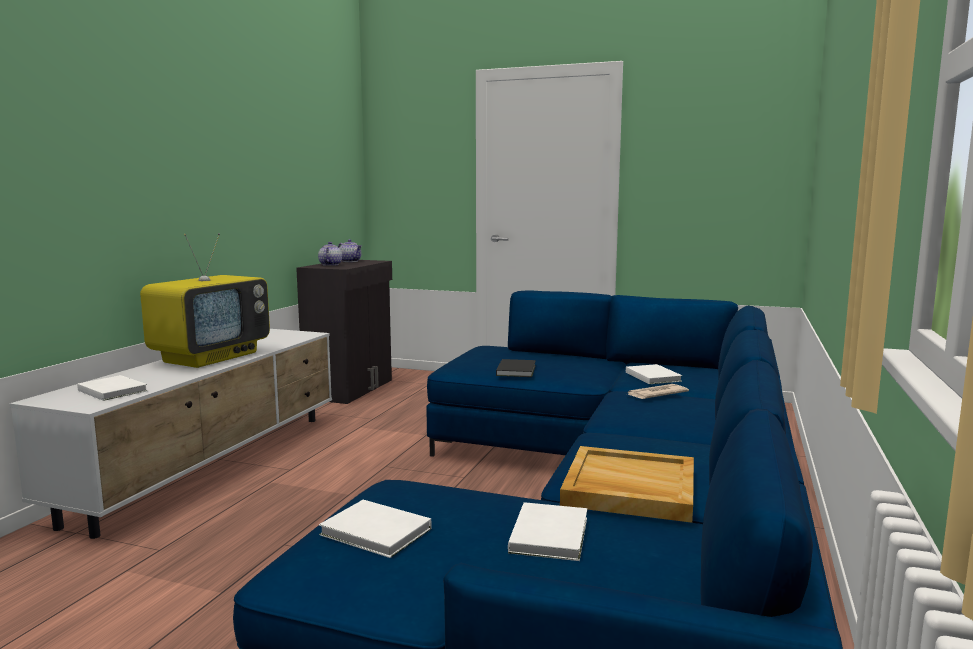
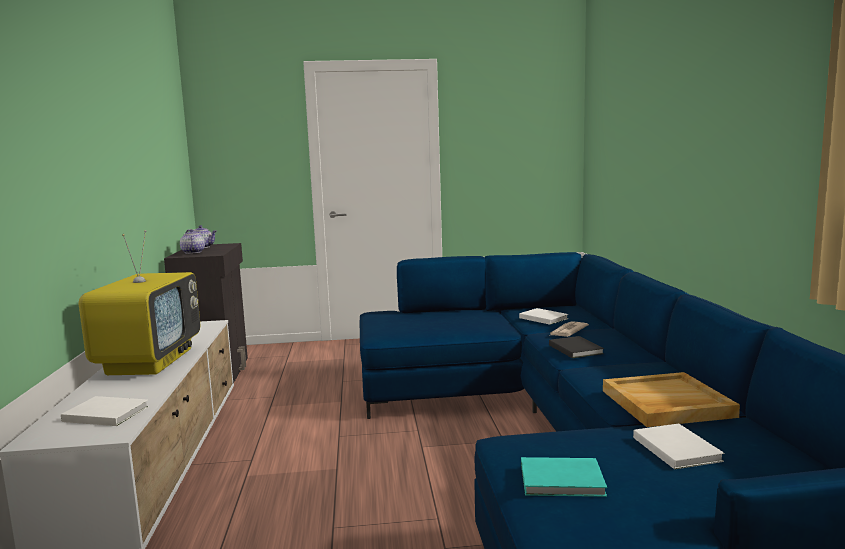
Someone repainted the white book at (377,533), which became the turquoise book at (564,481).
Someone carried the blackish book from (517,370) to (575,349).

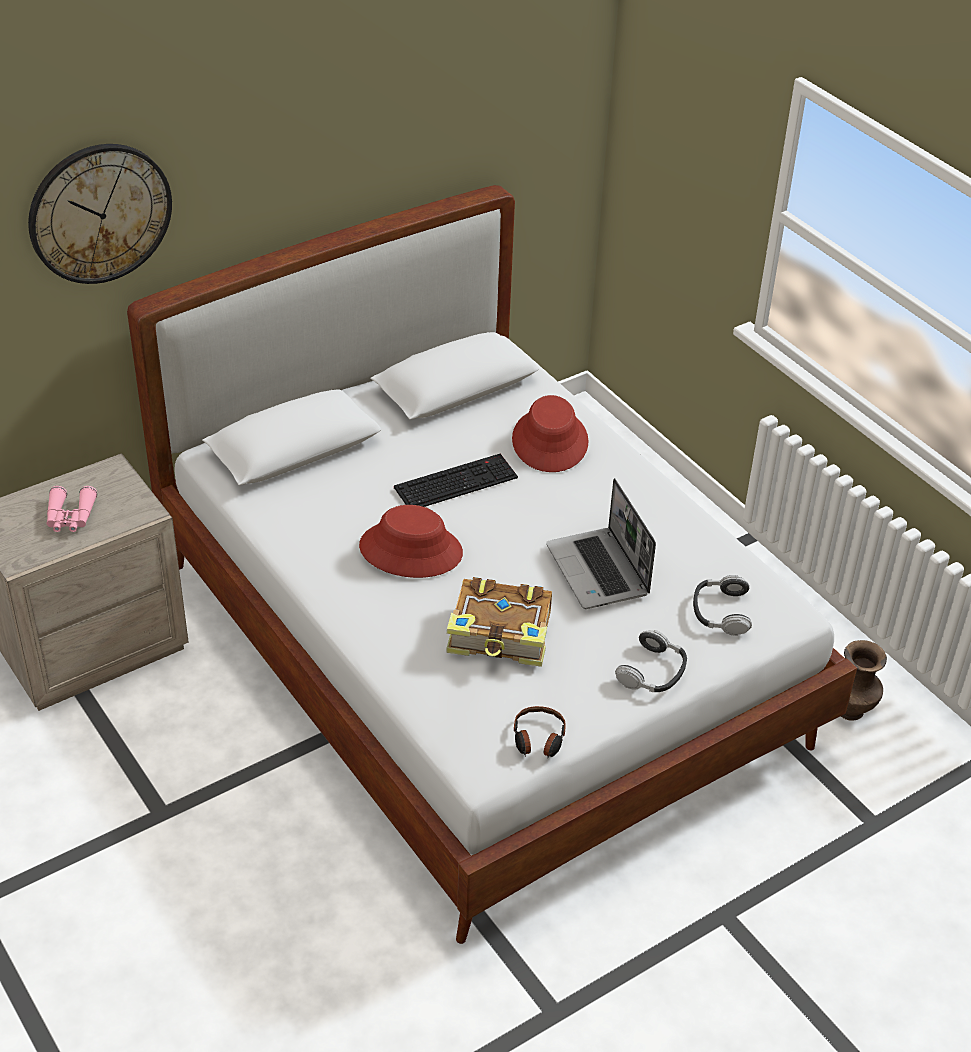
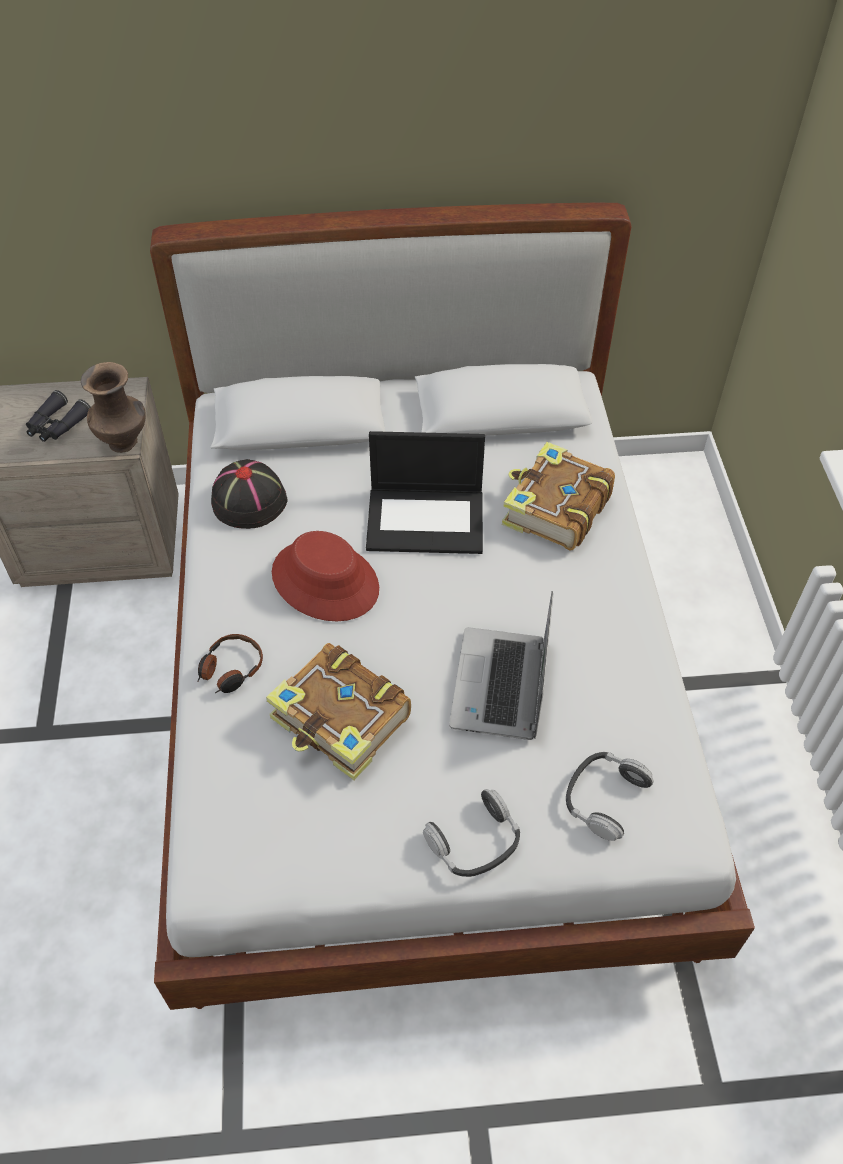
Someone took away the wall clock at (100,213).
Someone repainted the pink-coloured pair of binoculars at (70,517), which became the blackish pair of binoculars at (57,425).
Someone swapped the computer keyboard at (456,481) for the notebook computer at (427,519).
Someone swapped the red hat at (550,441) for the book at (555,509).
Someone carried the headphones from (538,739) to (230,669).
Someone carried the brown vase from (850,710) to (125,442).
Someone put down the blackish hat at (248,500).

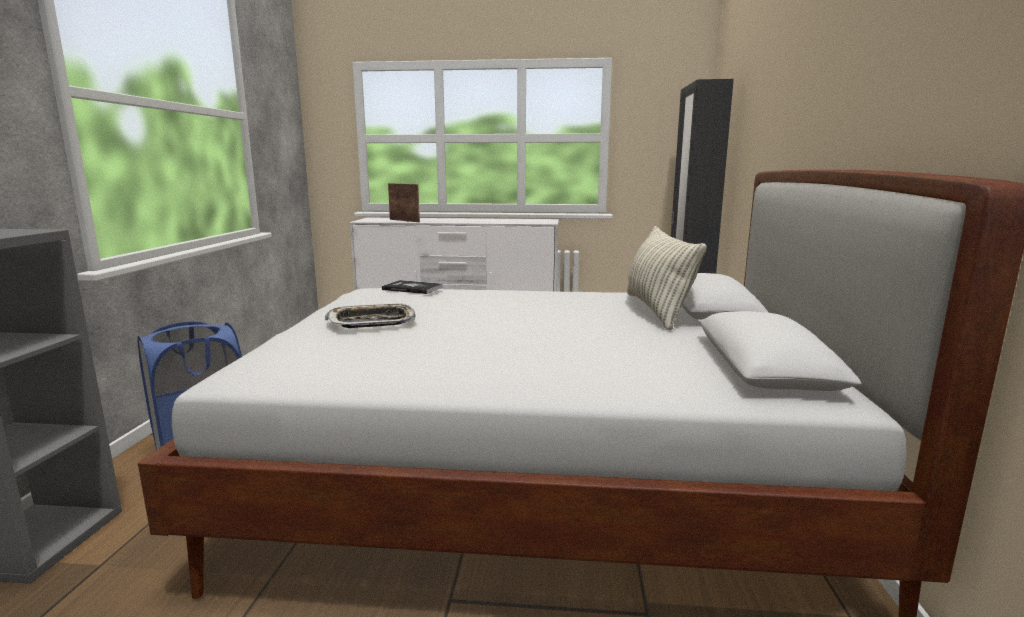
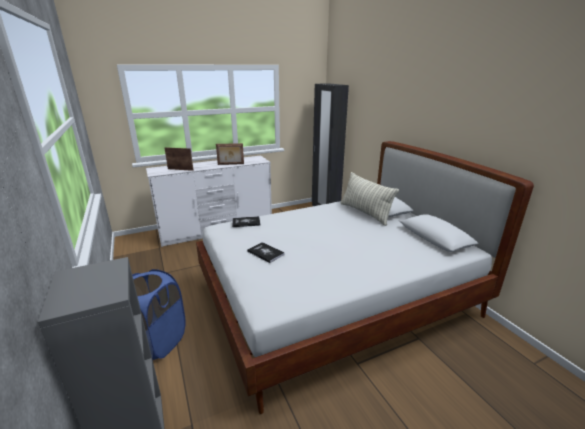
Someone swapped the serving tray at (372,322) for the book at (265,253).
Someone put down the picture frame at (230,164).

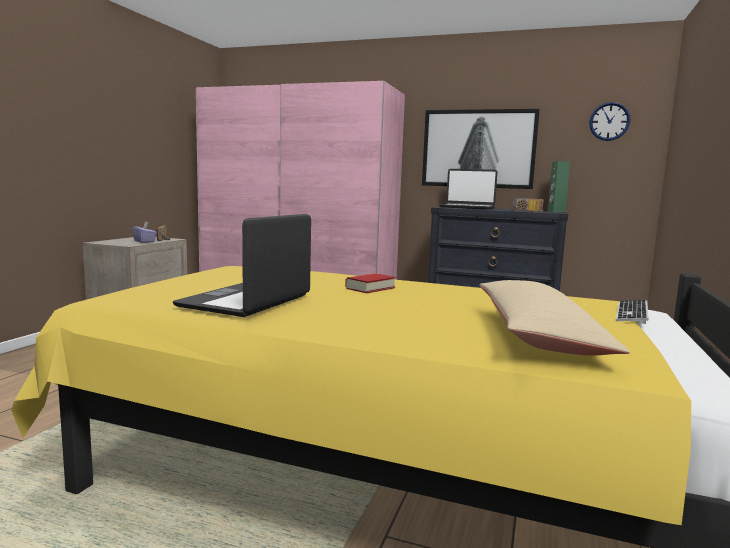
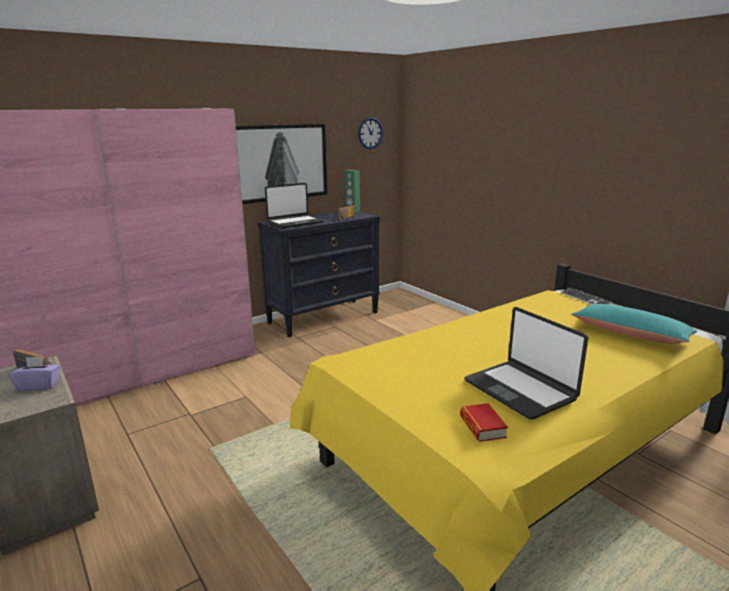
Someone carried the book from (370,288) to (482,427).
Someone repainted the beige-coloured pillow at (538,335), which became the turquoise pillow at (630,334).

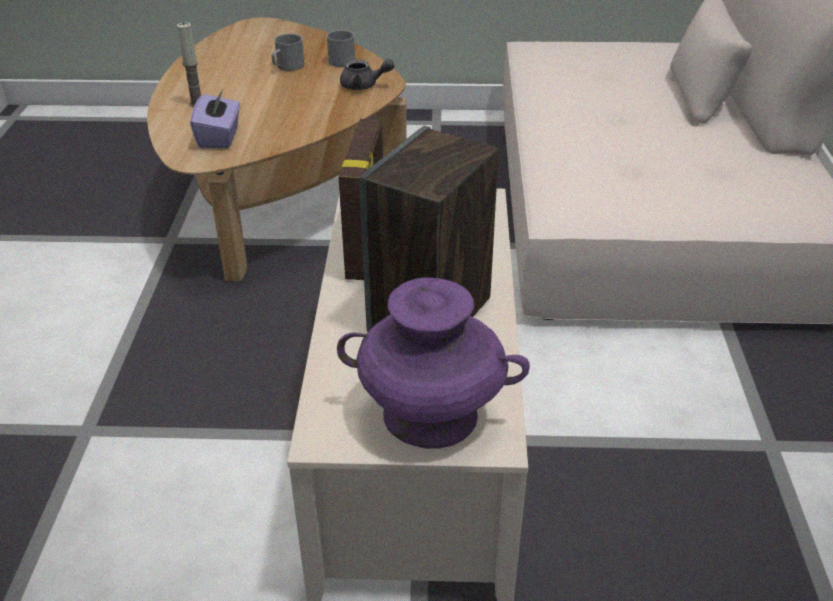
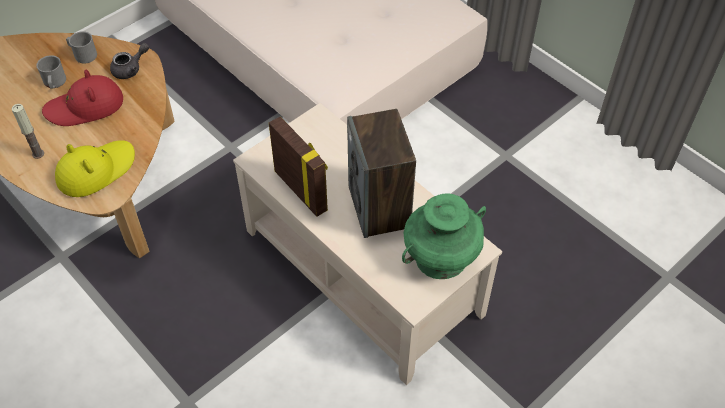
Someone swapped the purple box of tissues at (219,137) for the yellowish hat at (96,170).
Someone repainted the purple vase at (431,415), which became the green-coloured vase at (441,257).
Someone put down the red hat at (85,107).

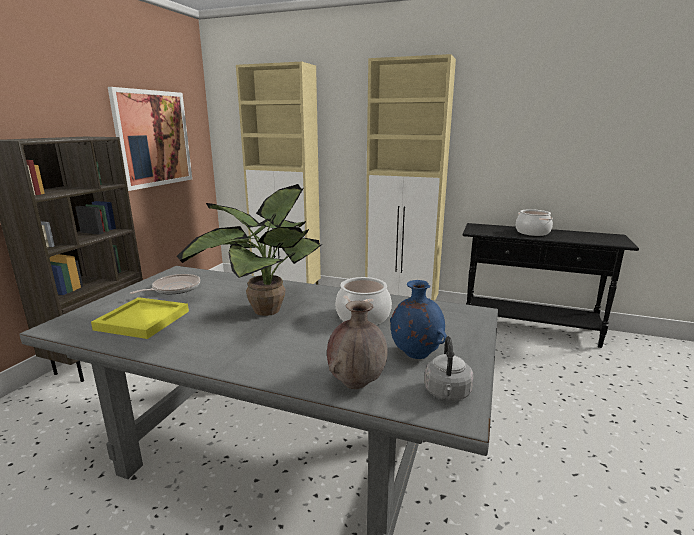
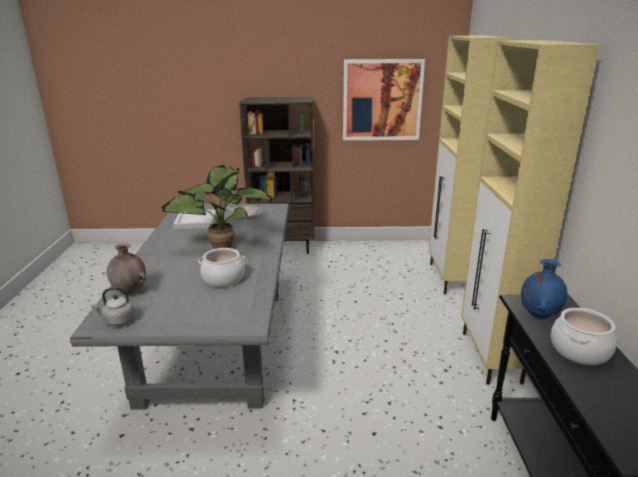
Someone repainted the yellowish serving tray at (144,320), which became the white serving tray at (196,221).
Someone carried the blue-coloured vase from (415,354) to (538,314).

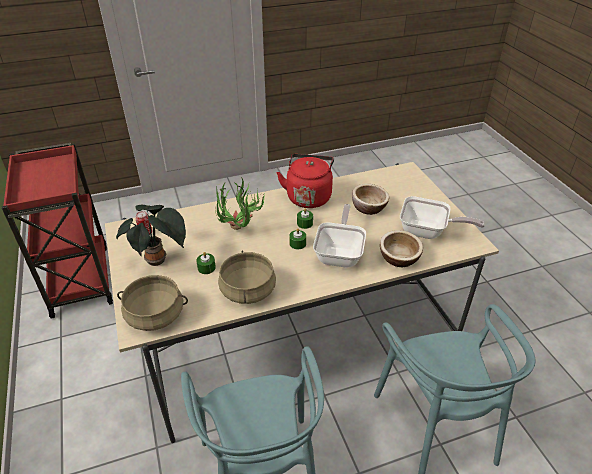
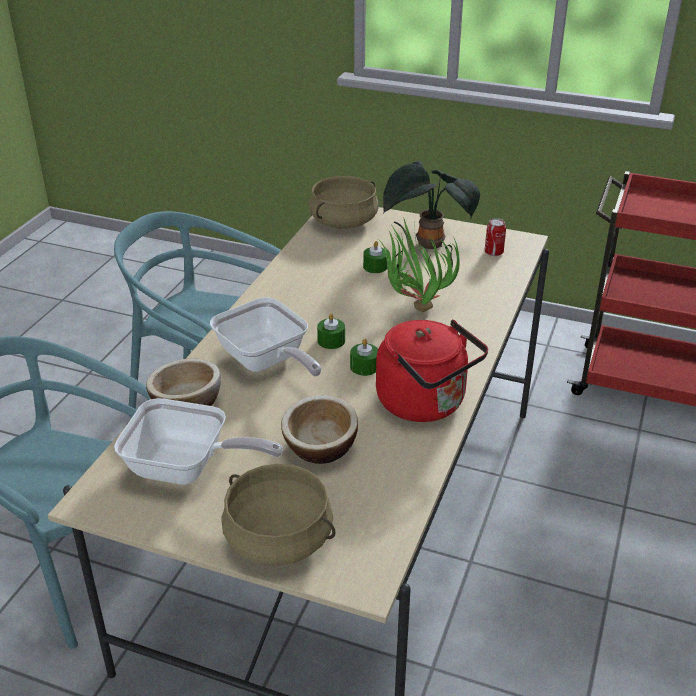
Someone carried the beige-coloured stockpot from (247,290) to (279,538).
Someone rotated the skillet at (427,232) by 135 degrees counterclockwise.

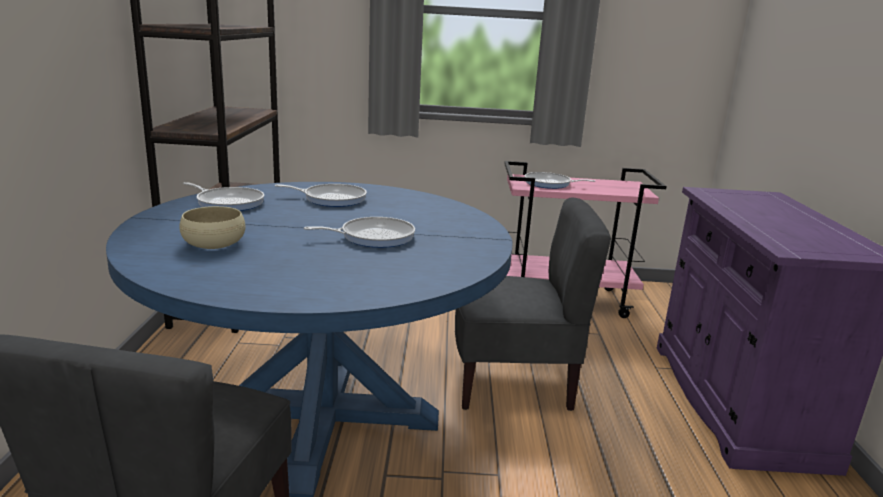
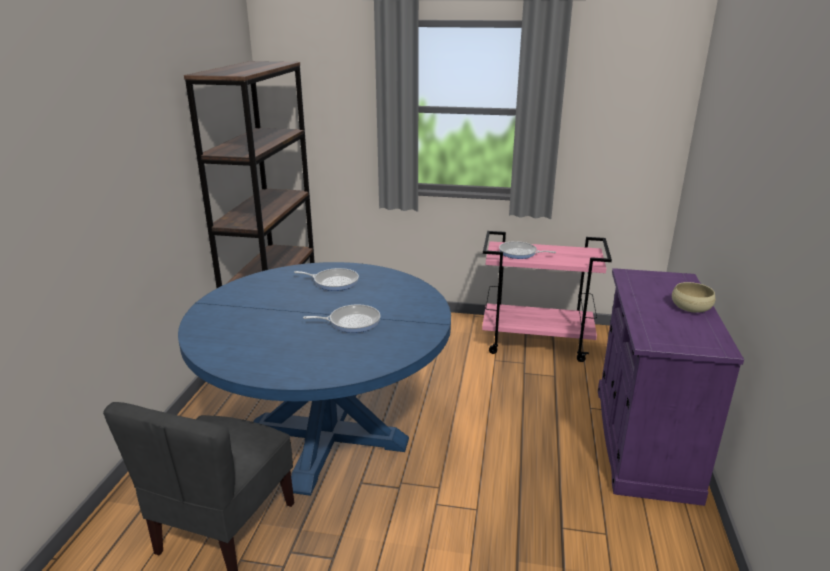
Someone carried the beige-coloured bowl from (214,243) to (691,307).
Someone took away the skillet at (228,203).
Someone took away the greyish plain chair at (513,382).

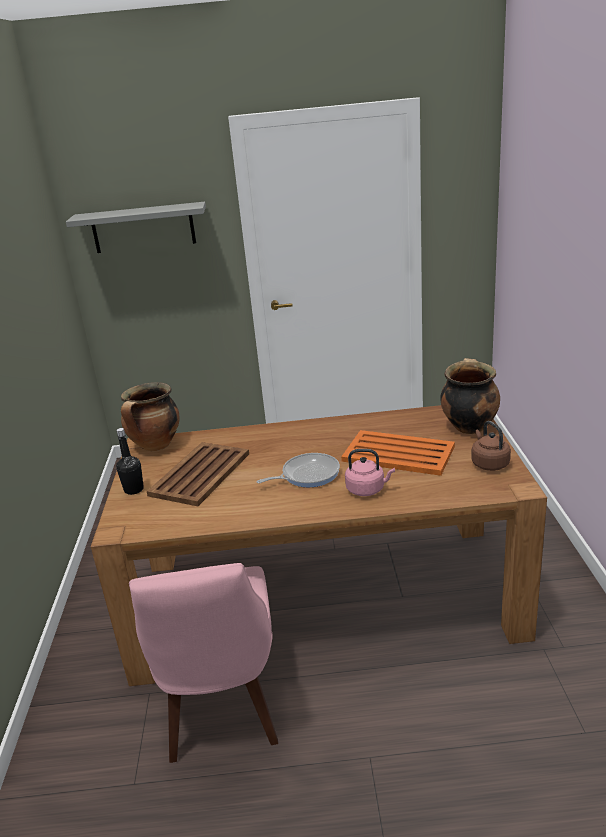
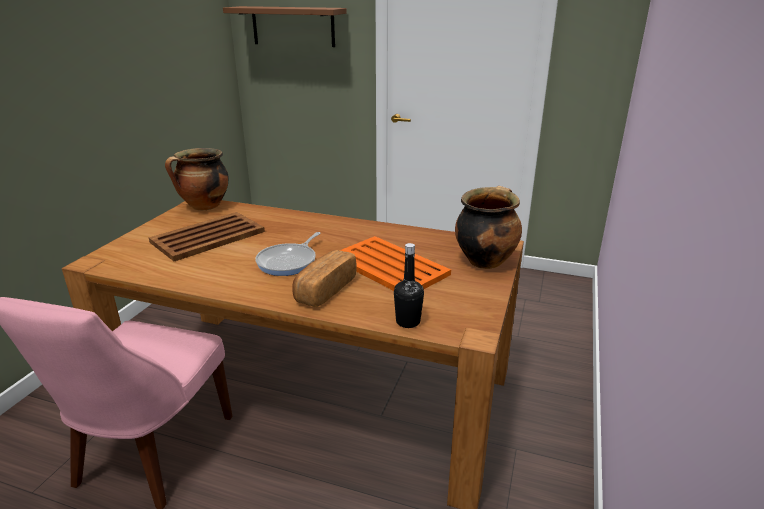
Someone repainted the greyish wall shelf at (143,228), which became the brown wall shelf at (293,26).
Someone carried the blackish drink bottle from (134,489) to (408,322).
Someone rotated the skillet at (307,475) by 120 degrees clockwise.
Someone swapped the pink-coloured tea kettle at (367,489) for the bakery bread at (324,290).
Someone took away the brown tea kettle at (489,463).

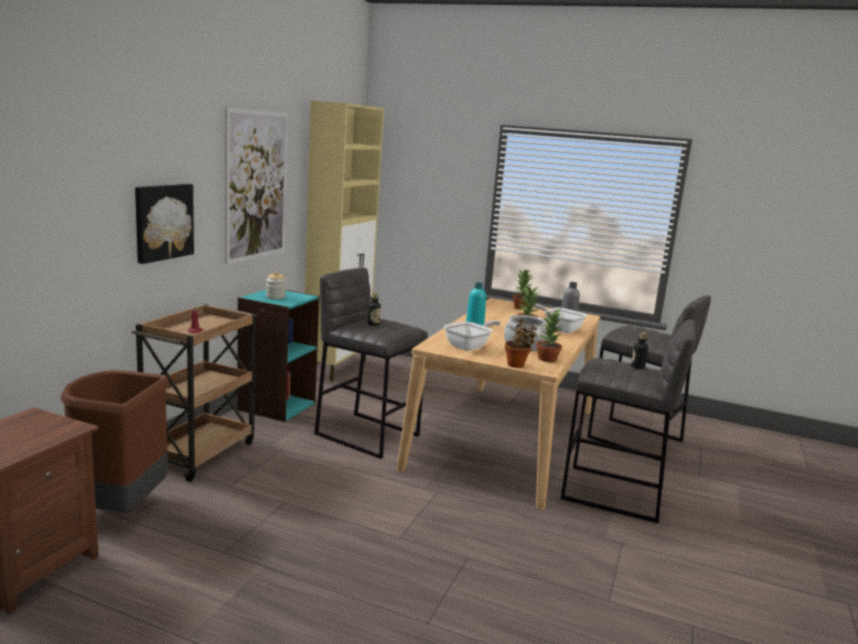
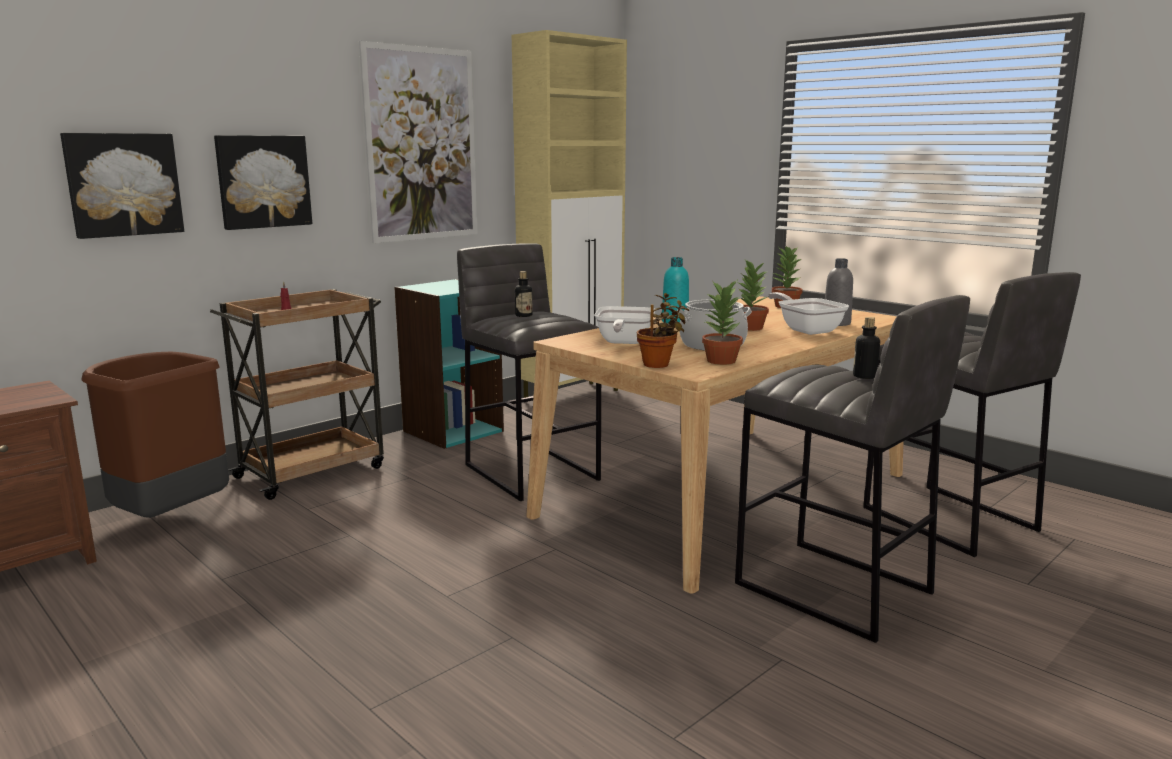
Someone took away the jar at (275,297).
Someone rotated the skillet at (470,346) by 120 degrees clockwise.
Someone put up the wall art at (123,184).

